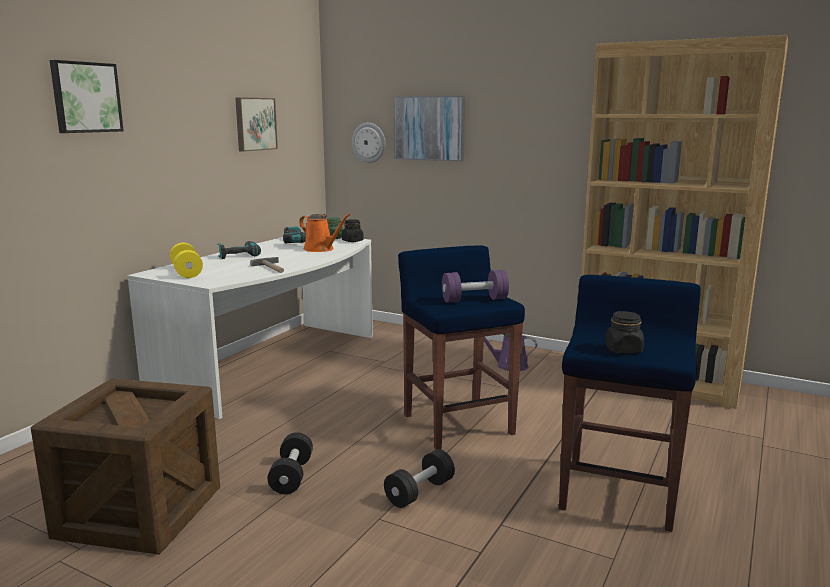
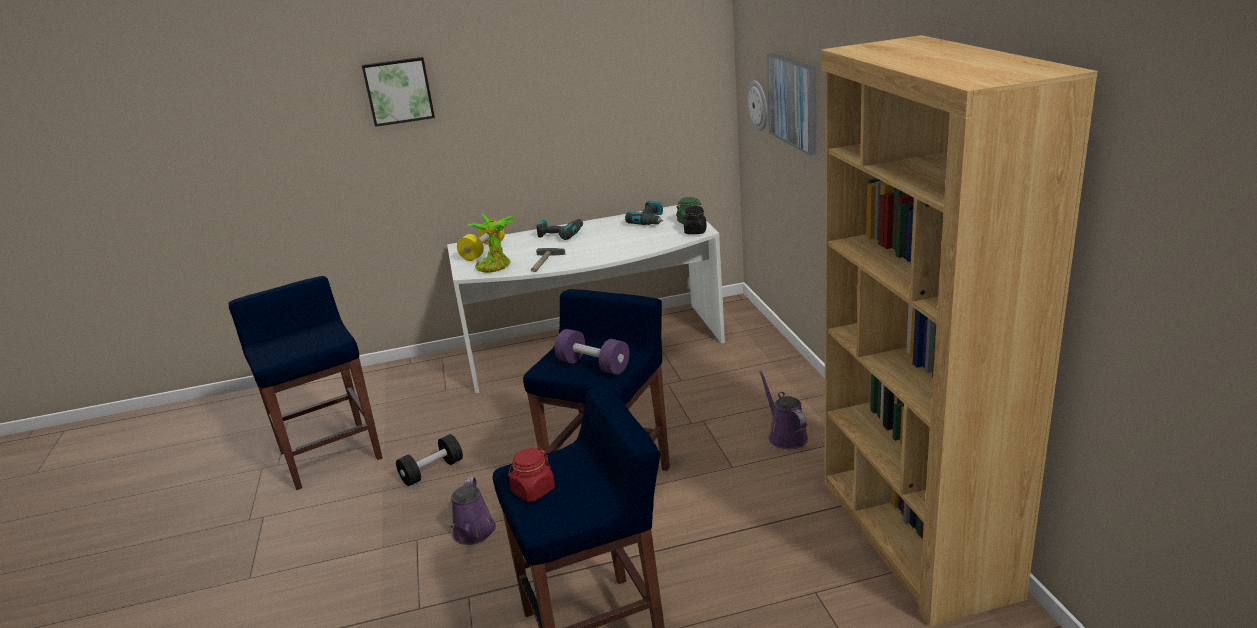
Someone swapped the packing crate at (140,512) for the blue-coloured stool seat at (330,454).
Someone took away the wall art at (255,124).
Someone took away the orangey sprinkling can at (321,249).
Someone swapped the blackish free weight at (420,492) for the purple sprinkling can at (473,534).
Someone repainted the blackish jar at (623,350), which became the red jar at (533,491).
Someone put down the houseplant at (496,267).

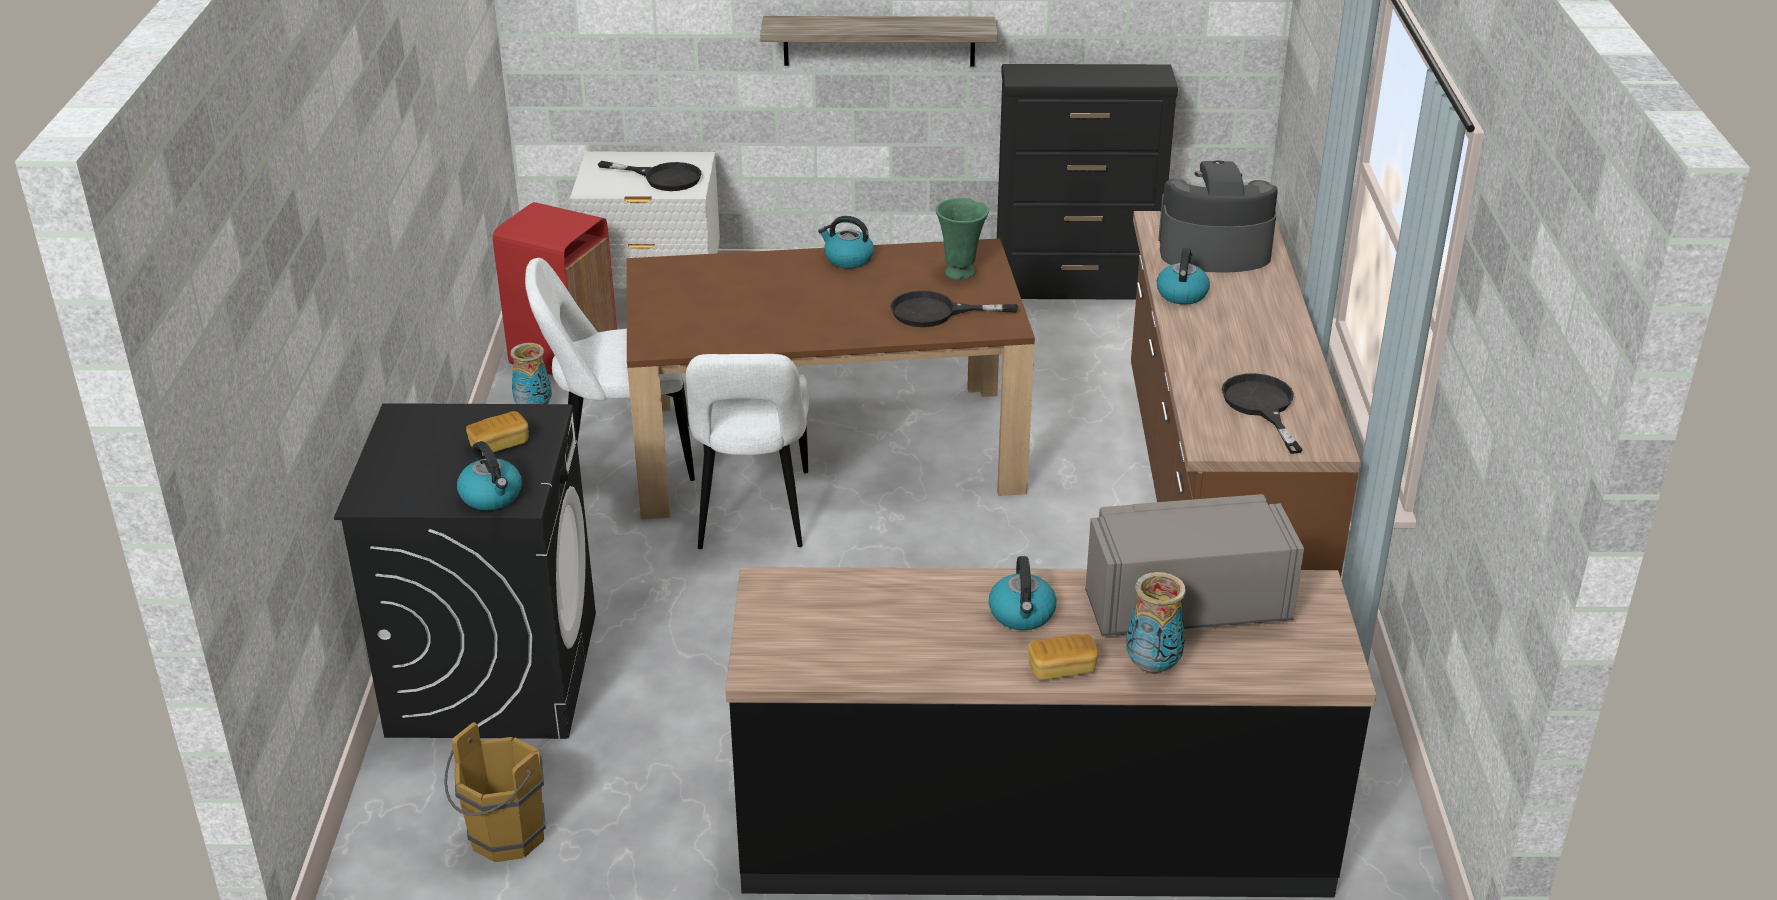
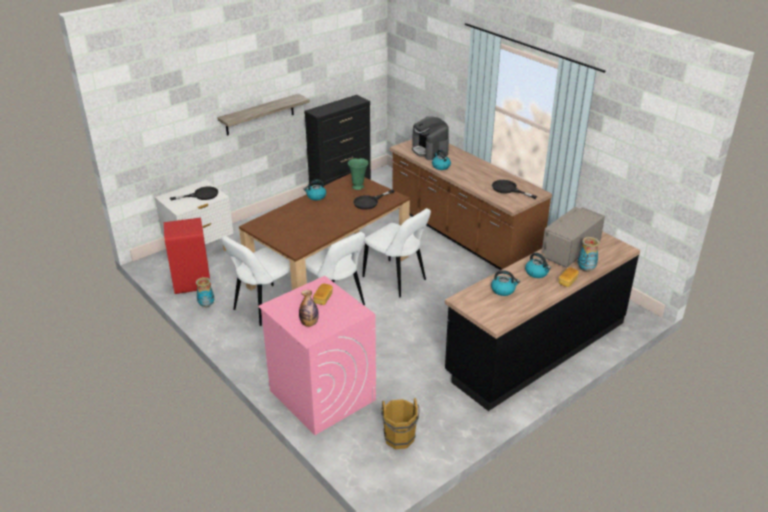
Someone repainted the blackish washing machine at (494,673), which became the pink-coloured washing machine at (322,395).
Someone carried the tea kettle from (492,496) to (503,290).
Someone rotated the coffee brewer at (1213,251) by 75 degrees counterclockwise.
Someone put down the drink bottle at (309,323).
Someone put down the white plain chair at (396,280).

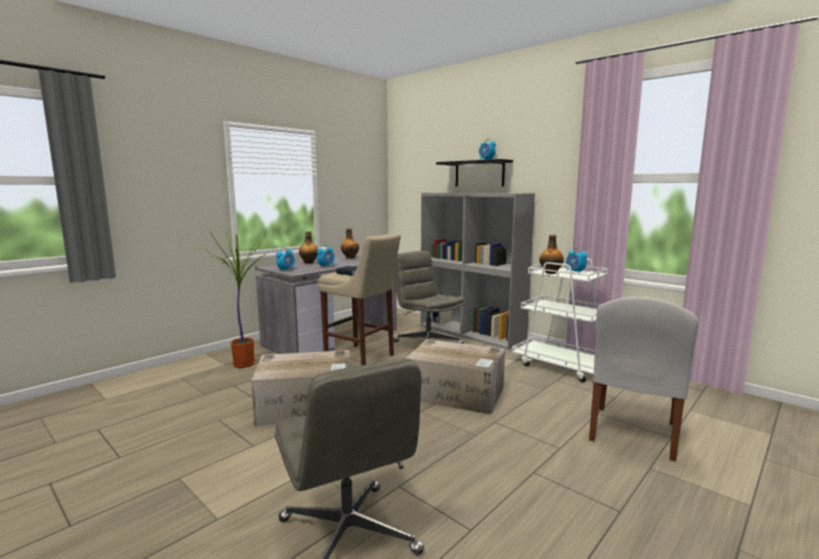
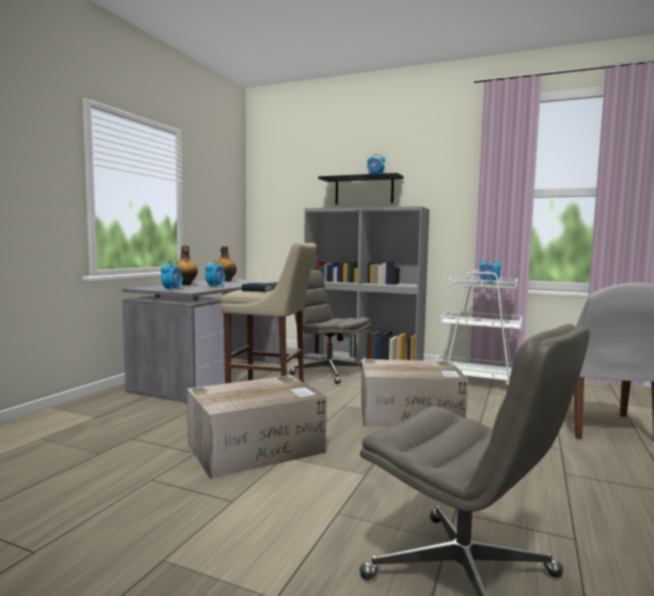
Someone took away the houseplant at (242,364).
Someone took away the drink bottle at (550,272).

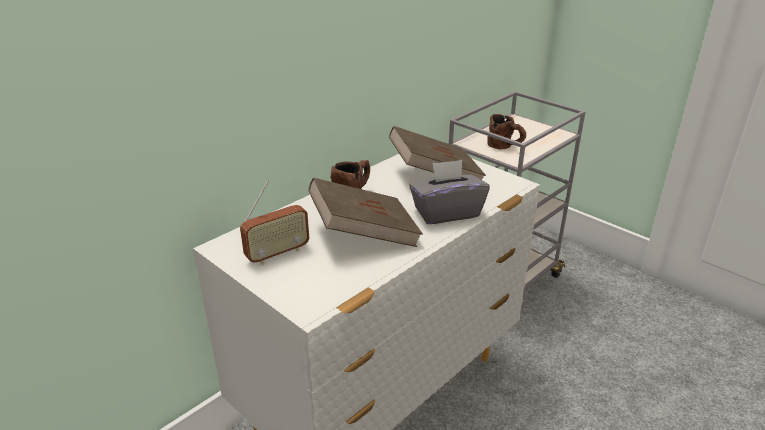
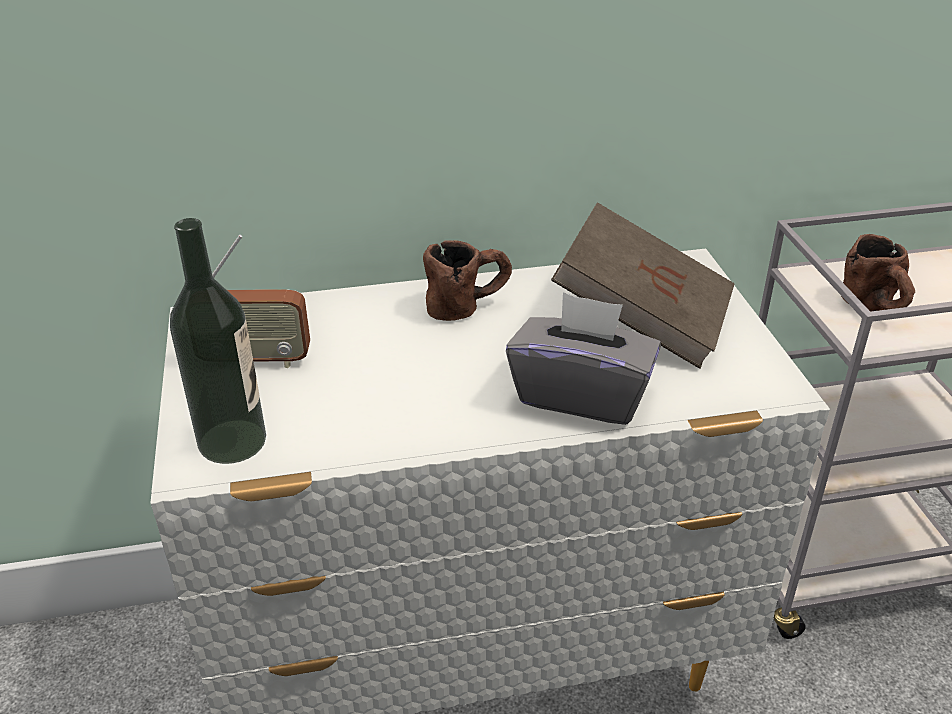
Someone took away the brown book at (364,234).
Someone put down the drink bottle at (232,441).

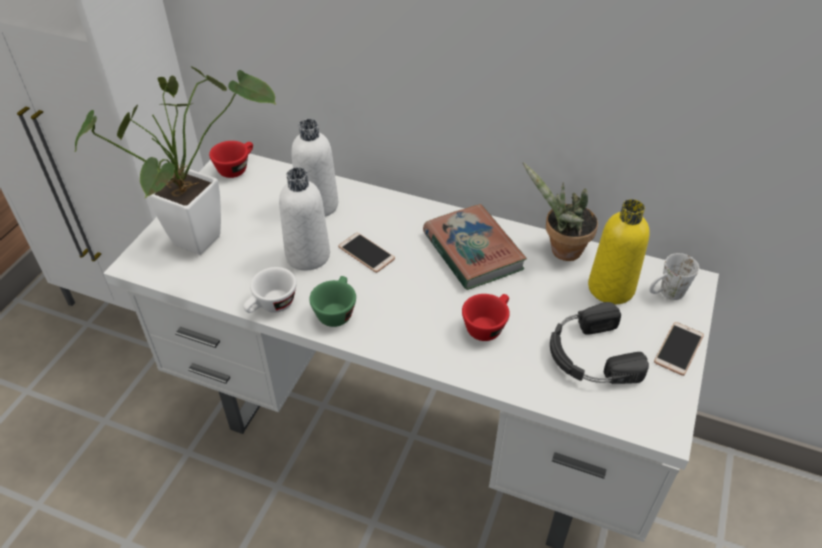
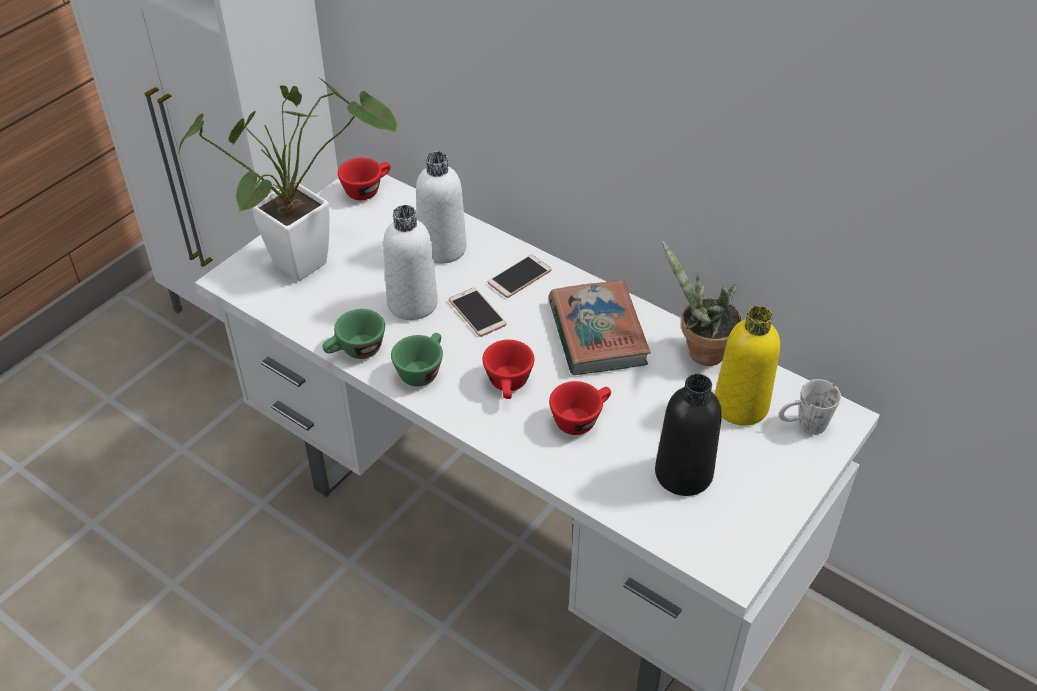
Someone repainted the white cup at (271,306), which became the green-coloured cup at (356,351).
Someone swapped the blackish headphones at (590,355) for the blackish drink bottle at (683,474).
Someone carried the handset from (678,349) to (519,277).
Someone put down the red cup at (509,386).

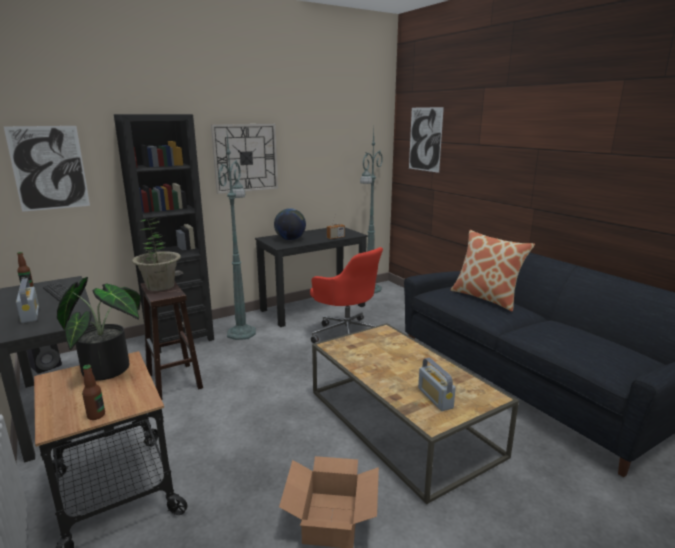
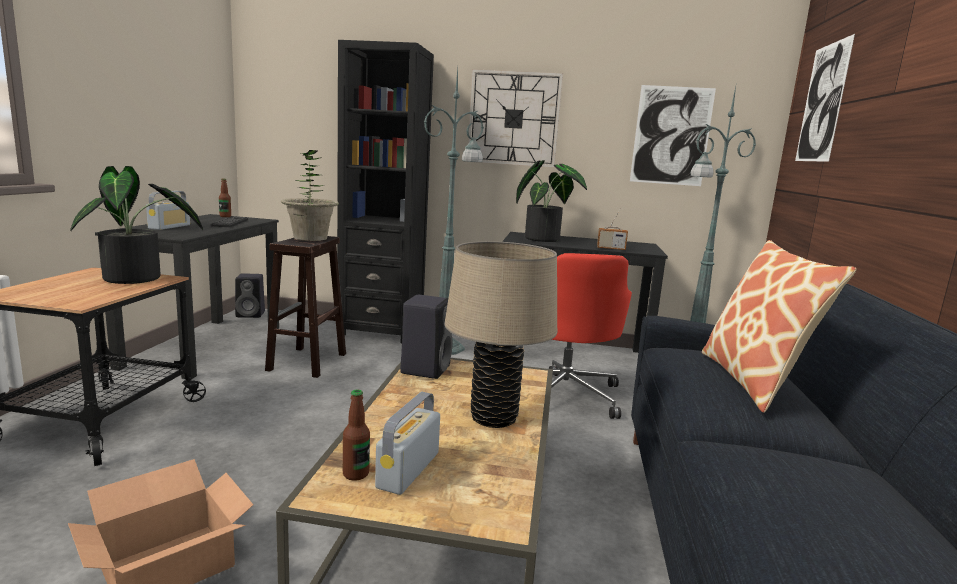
Someone carried the wall art from (49,168) to (671,136).
Someone carried the drink bottle from (96,415) to (355,474).
Someone swapped the globe at (290,239) for the houseplant at (546,239).
Someone put down the blackish speaker at (425,369).
Someone put down the beige-coloured lamp for a table at (493,418).

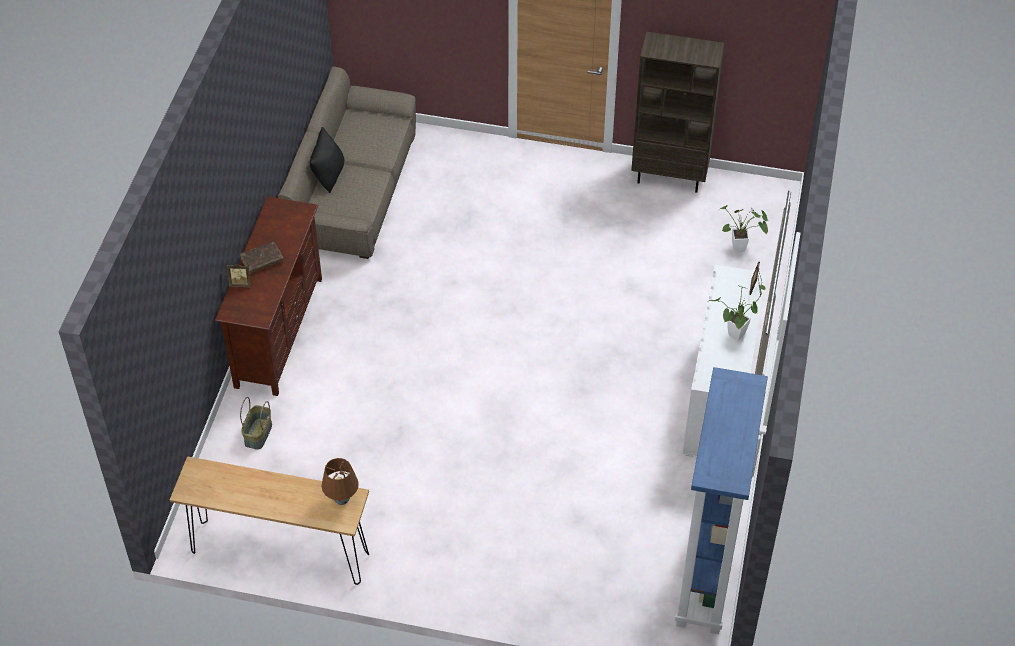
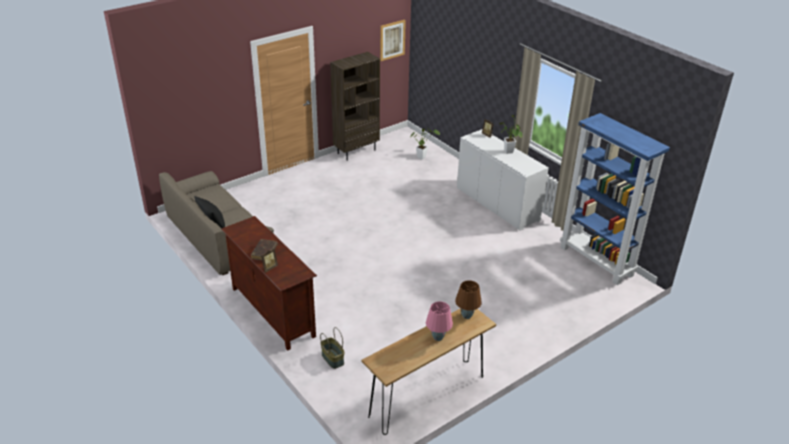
Someone put up the wall art at (392,40).
Someone put down the pink-coloured lamp for a table at (438,338).

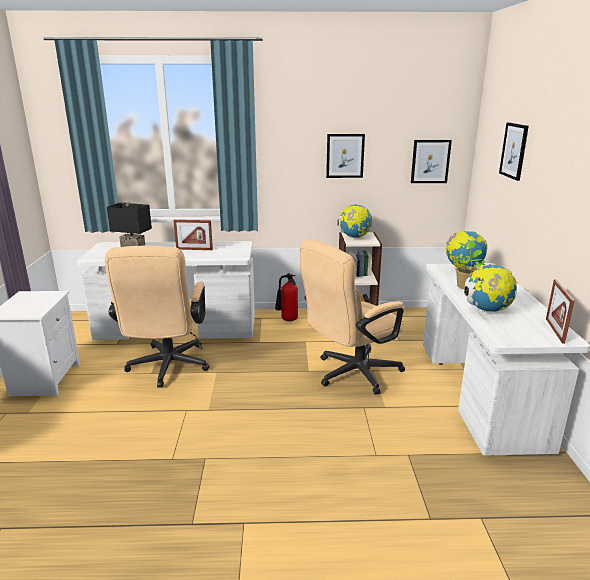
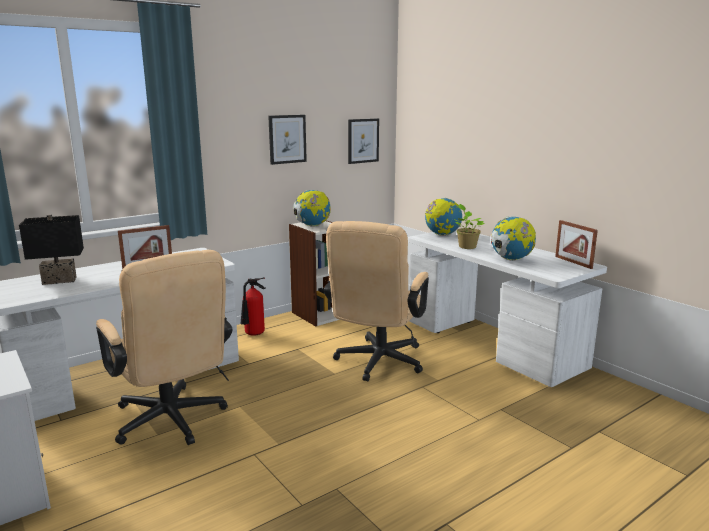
Someone took away the wall art at (514,150).

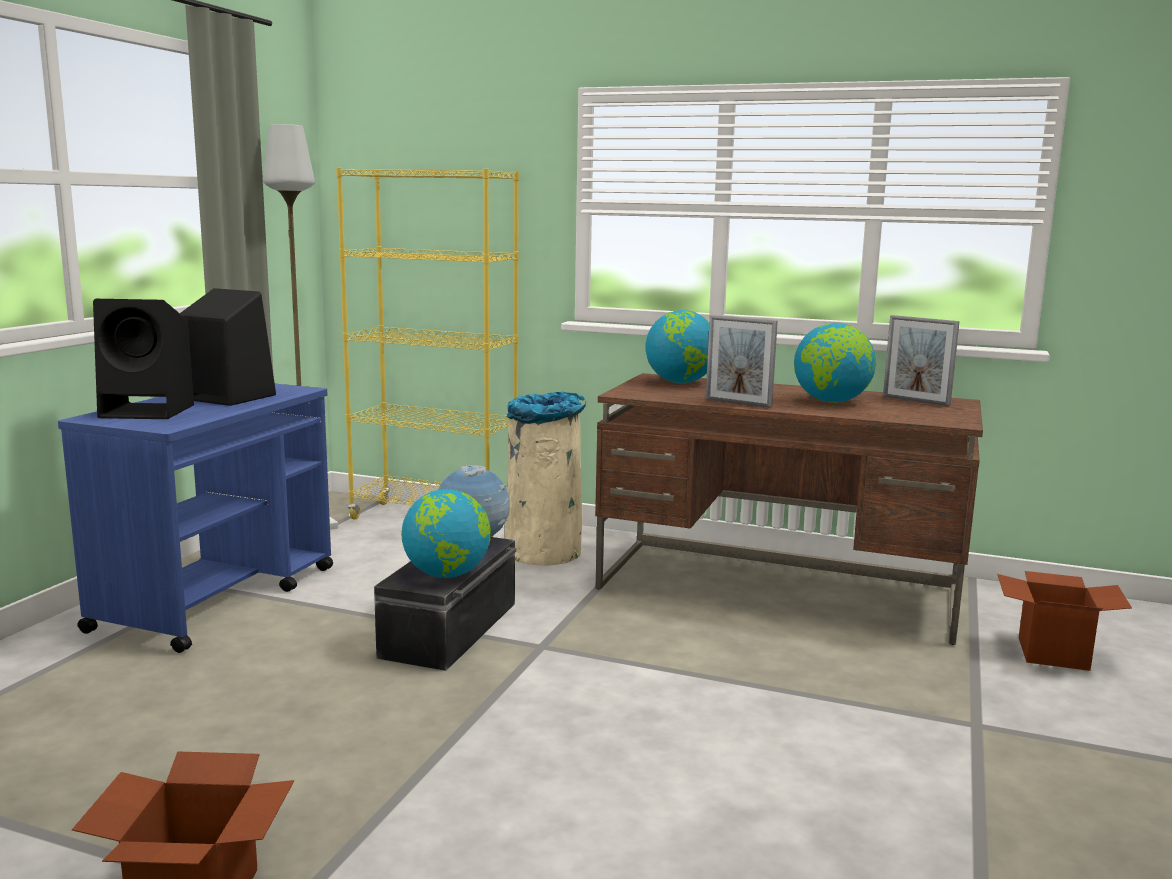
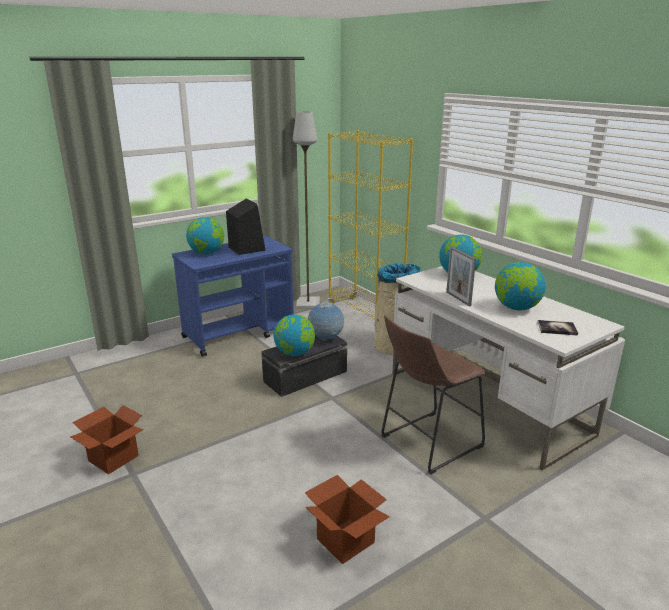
Someone swapped the blackish speaker at (150,411) for the globe at (207,253).
Someone repainted the brown desk at (779,589), which became the white desk at (487,403).
Someone took away the picture frame at (915,401).
Someone carried the cardboard box from (1053,653) to (345,541).
Someone put down the brown stool seat at (427,443).
Someone put down the book at (557,328).

